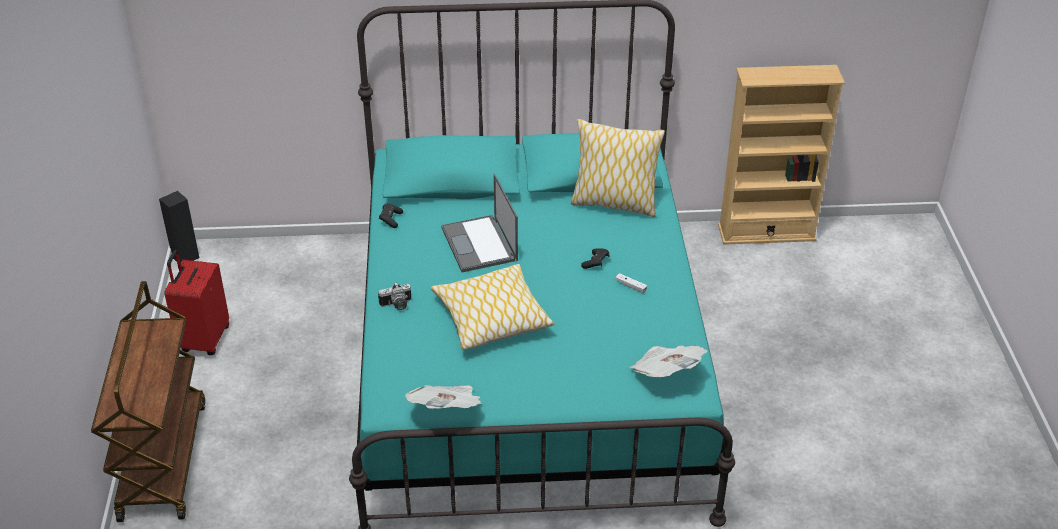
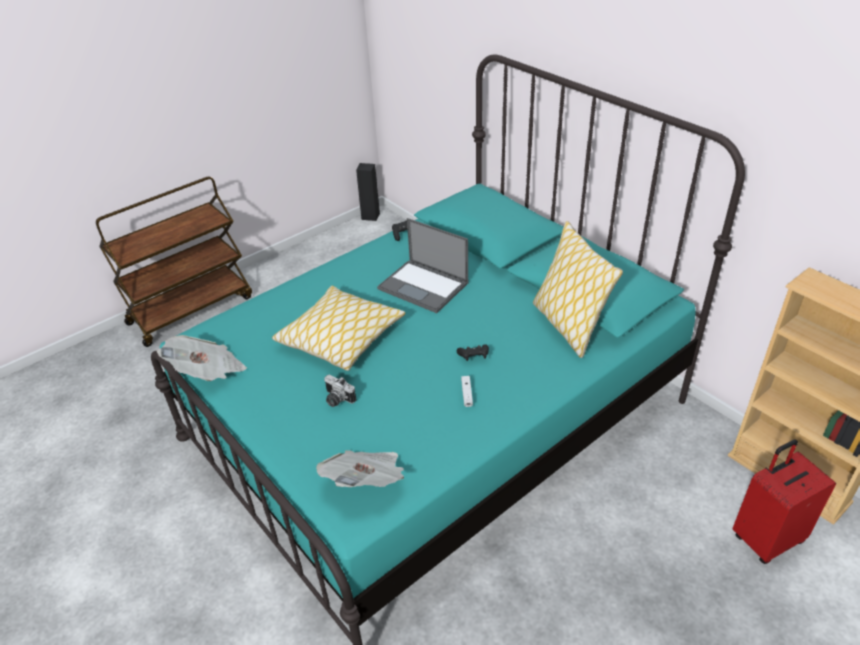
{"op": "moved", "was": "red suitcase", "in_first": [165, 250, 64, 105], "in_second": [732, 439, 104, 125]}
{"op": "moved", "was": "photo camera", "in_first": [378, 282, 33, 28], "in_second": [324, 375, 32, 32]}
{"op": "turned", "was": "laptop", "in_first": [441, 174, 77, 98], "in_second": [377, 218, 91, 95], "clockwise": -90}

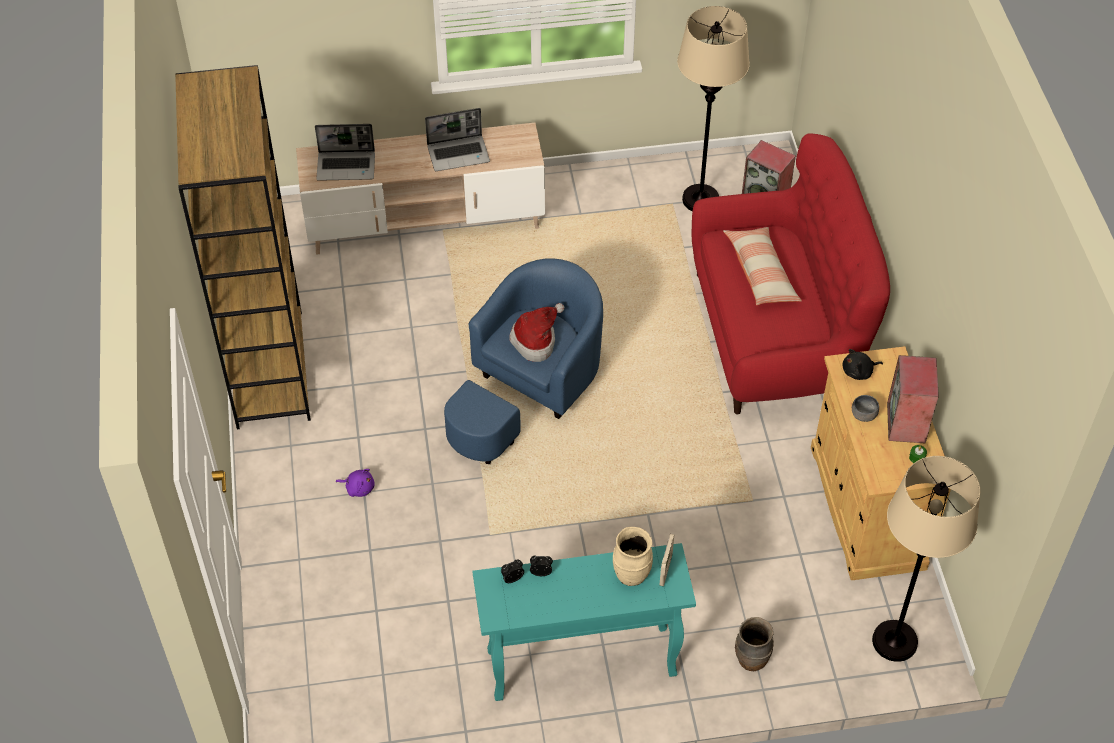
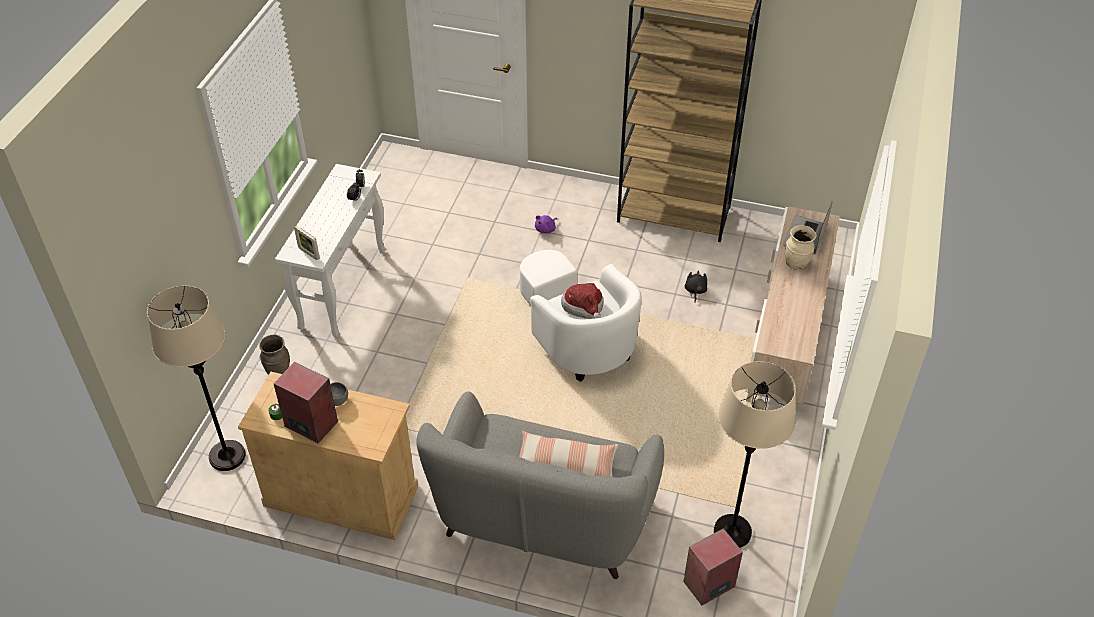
{"op": "removed", "was": "laptop", "in_first": [425, 108, 65, 63]}
{"op": "moved", "was": "beige vase", "in_first": [613, 527, 40, 59], "in_second": [785, 225, 31, 44]}
{"op": "moved", "was": "black-coloured plush toy", "in_first": [843, 349, 40, 31], "in_second": [685, 270, 22, 32]}
{"op": "recoloured", "was": "bluish armchair", "now": "whitish armchair", "in_first": [444, 258, 159, 206], "in_second": [520, 250, 122, 132]}
{"op": "recoloured", "was": "turquoise console table", "now": "whitish console table", "in_first": [472, 543, 224, 158], "in_second": [275, 164, 111, 173]}
{"op": "recoloured", "was": "red sofa", "now": "grey sofa", "in_first": [692, 134, 198, 280], "in_second": [416, 391, 248, 188]}

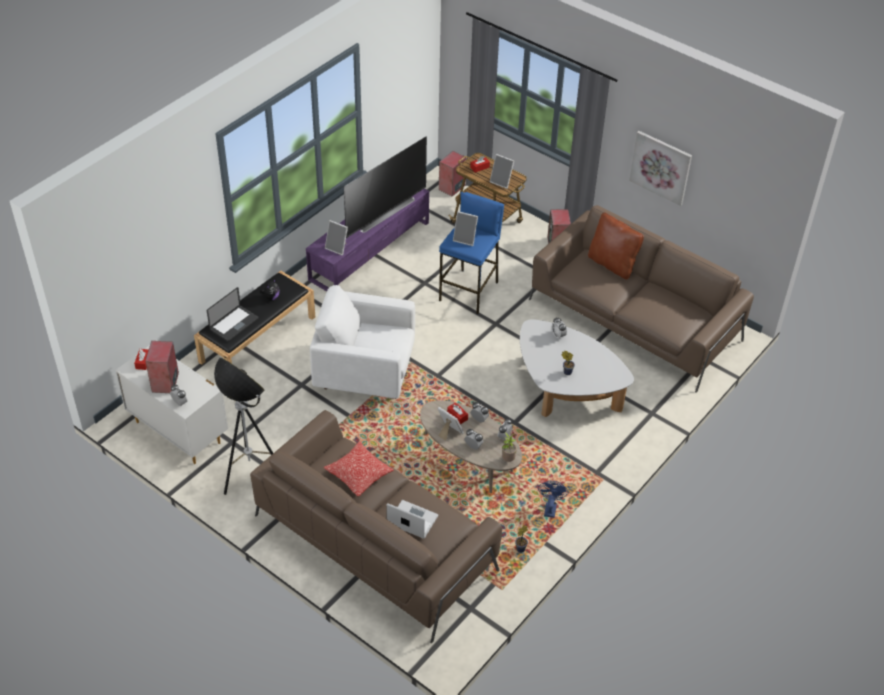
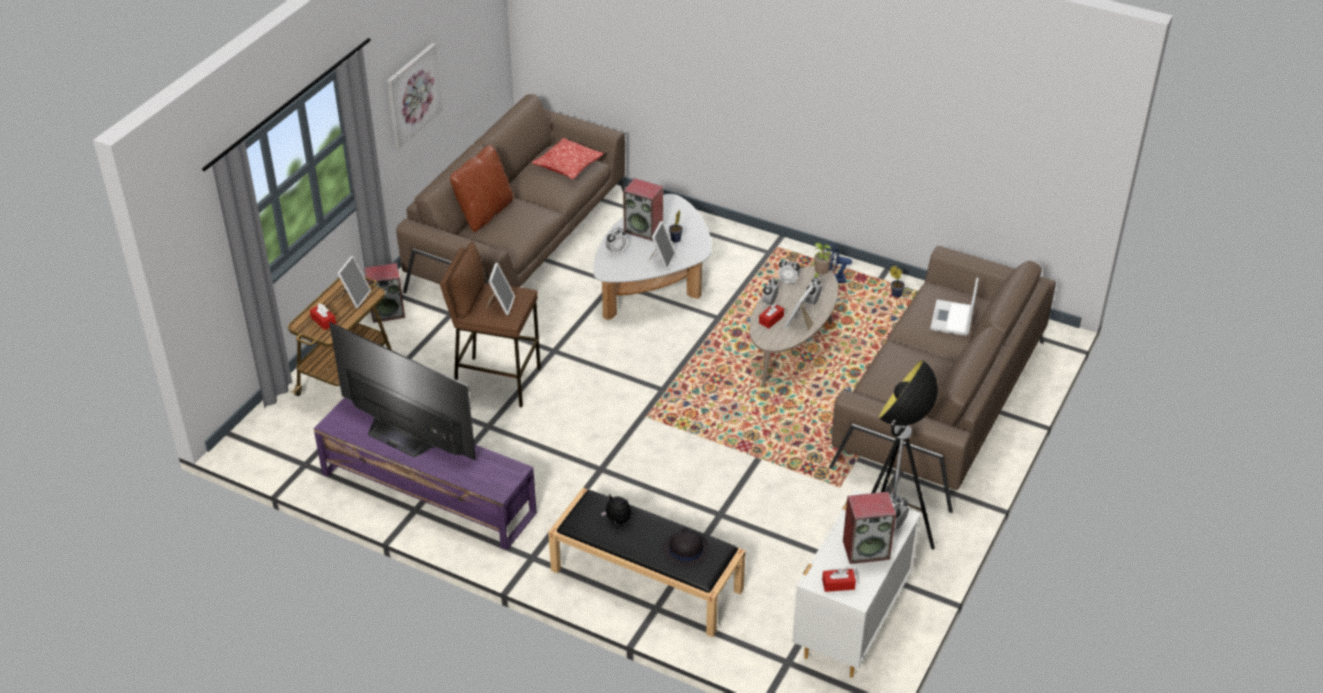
{"op": "removed", "was": "whitish armchair", "in_first": [310, 285, 105, 114]}
{"op": "moved", "was": "cushion", "in_first": [324, 442, 70, 54], "in_second": [532, 138, 72, 41]}
{"op": "moved", "was": "picture frame", "in_first": [325, 220, 23, 35], "in_second": [648, 221, 28, 50]}
{"op": "moved", "was": "audio speaker", "in_first": [439, 151, 28, 45], "in_second": [623, 178, 40, 63]}
{"op": "replaced", "was": "laptop", "now": "black-coloured hat", "in_first": [207, 287, 52, 55], "in_second": [662, 527, 48, 40]}
{"op": "recoloured", "was": "bluish stool seat", "now": "brown-coloured stool seat", "in_first": [439, 192, 65, 123], "in_second": [440, 242, 101, 165]}

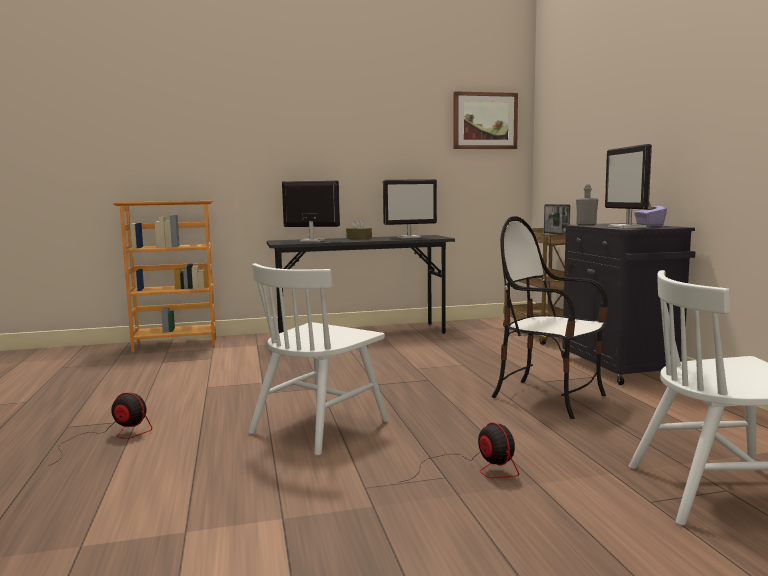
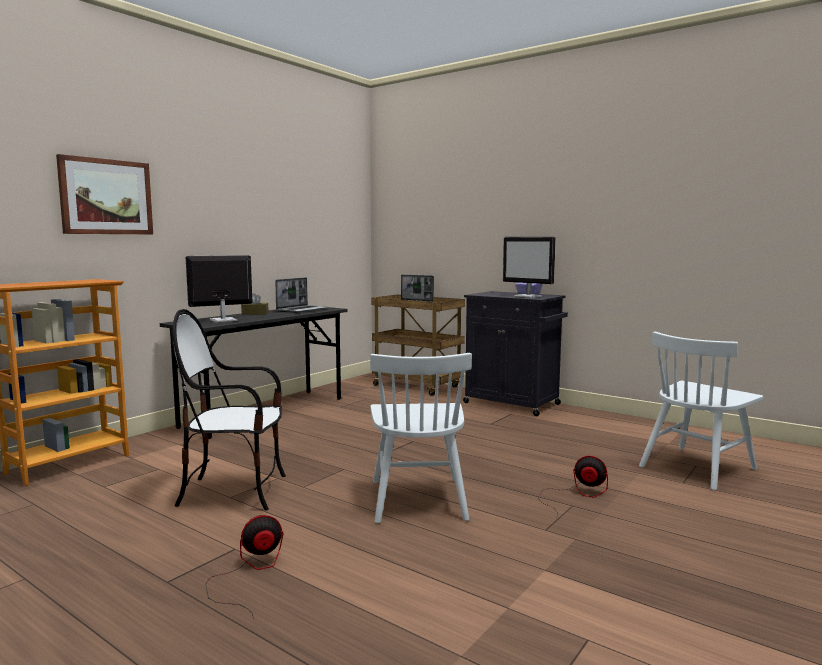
{"op": "removed", "was": "grey bottle", "in_first": [576, 185, 23, 40]}
{"op": "moved", "was": "wall art", "in_first": [454, 91, 64, 58], "in_second": [56, 154, 97, 80]}
{"op": "moved", "was": "upright chair", "in_first": [492, 216, 116, 203], "in_second": [170, 309, 116, 202]}
{"op": "replaced", "was": "monitor", "now": "laptop", "in_first": [383, 179, 54, 60], "in_second": [275, 277, 54, 36]}

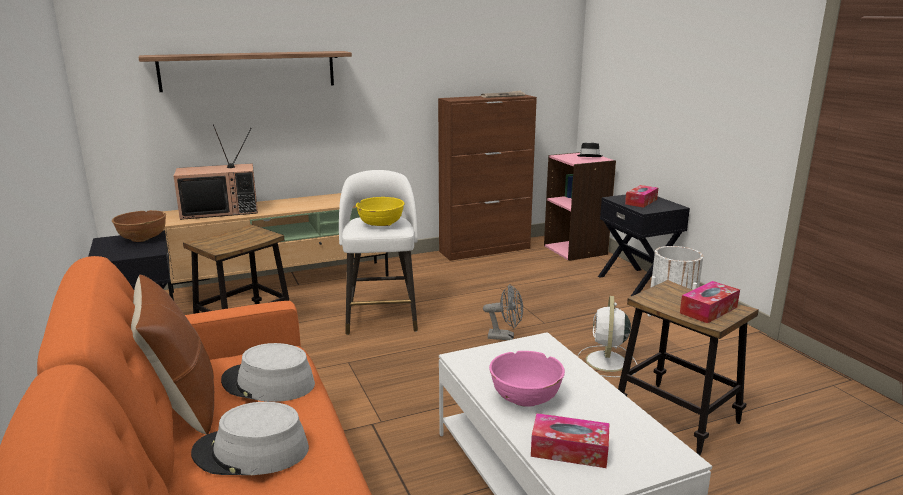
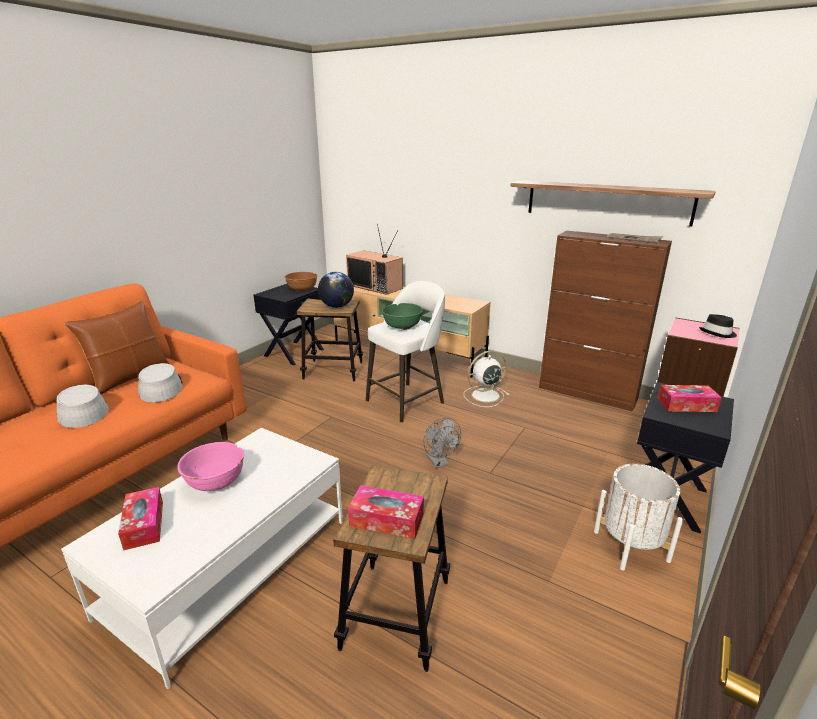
{"op": "added", "now": "world globe", "in_second": [318, 272, 36, 36]}
{"op": "moved", "was": "wall shelf", "in_first": [138, 51, 214, 41], "in_second": [510, 181, 206, 45]}
{"op": "moved", "was": "whitish fan", "in_first": [578, 296, 60, 81], "in_second": [464, 351, 45, 56]}
{"op": "recoloured", "was": "yellowish bowl", "now": "green-coloured bowl", "in_first": [356, 197, 48, 29], "in_second": [382, 303, 41, 27]}

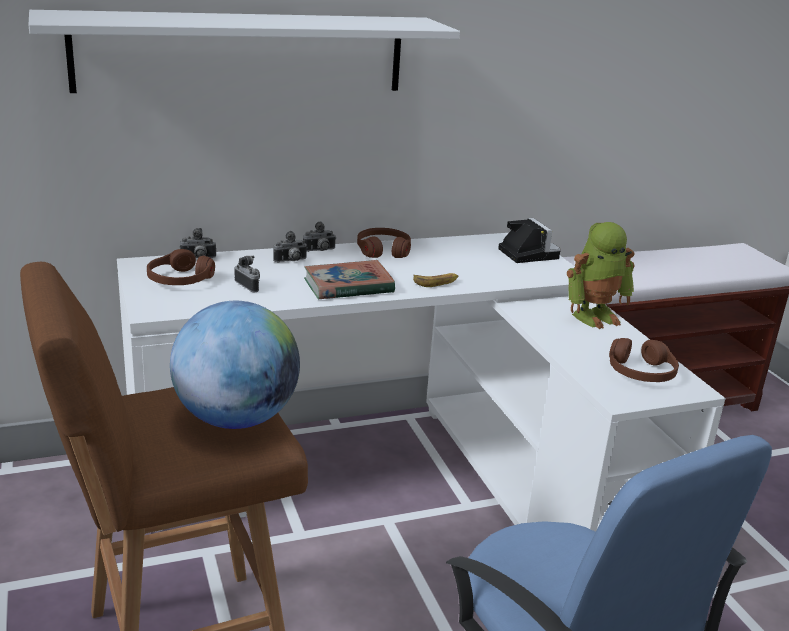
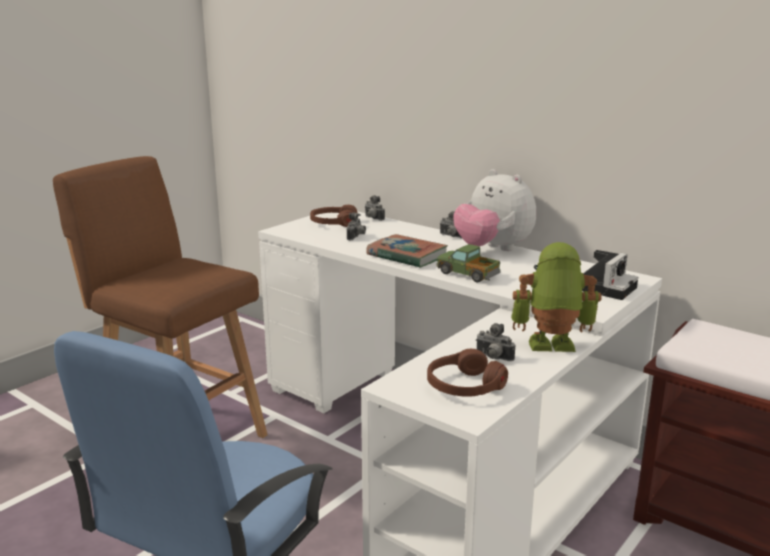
{"op": "removed", "was": "whitish wall shelf", "in_first": [28, 10, 432, 83]}
{"op": "removed", "was": "world globe", "in_first": [170, 301, 130, 128]}
{"op": "moved", "was": "photo camera", "in_first": [273, 231, 35, 31], "in_second": [476, 323, 39, 38]}
{"op": "replaced", "was": "brown-coloured pair of headphones", "now": "plush toy", "in_first": [357, 228, 54, 30], "in_second": [453, 169, 83, 82]}
{"op": "replaced", "was": "banana", "now": "toy lorry", "in_first": [413, 273, 46, 14], "in_second": [436, 244, 65, 39]}
{"op": "turned", "was": "toy robot", "in_first": [567, 222, 67, 107], "in_second": [511, 242, 91, 110], "clockwise": 150}

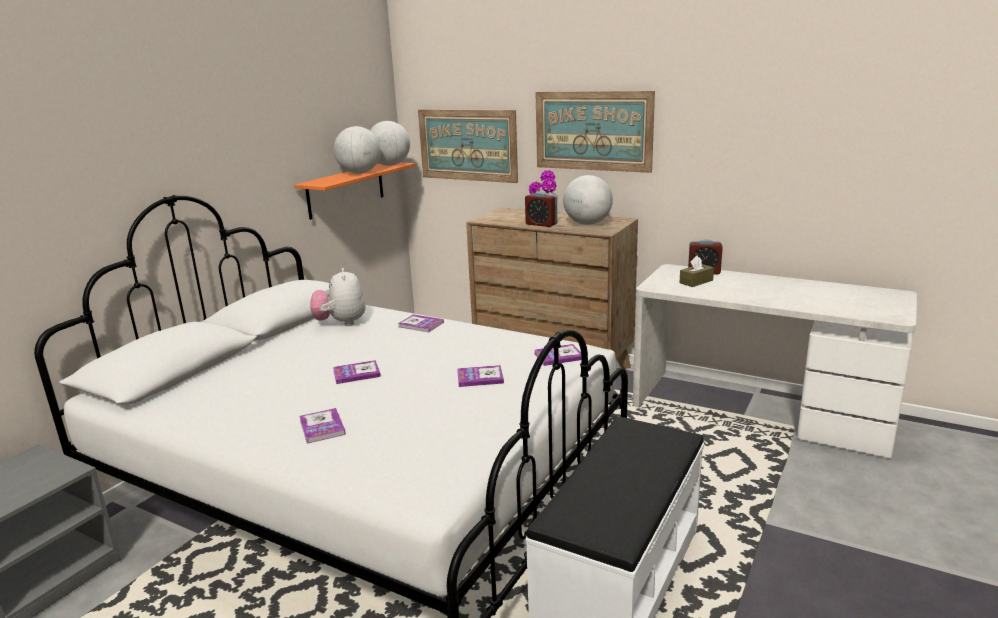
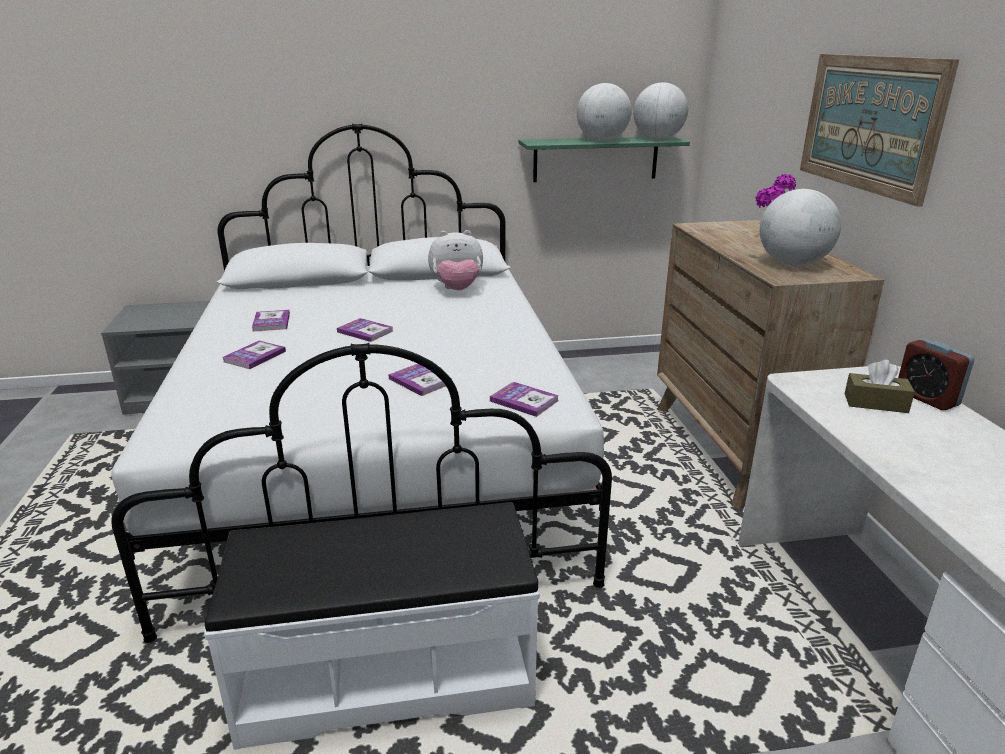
{"op": "removed", "was": "wall art", "in_first": [418, 109, 100, 74]}
{"op": "removed", "was": "bedside clock", "in_first": [525, 192, 32, 35]}
{"op": "moved", "was": "bound book", "in_first": [398, 314, 46, 18], "in_second": [252, 310, 38, 22]}
{"op": "recoloured", "was": "orangey wall shelf", "now": "green-coloured wall shelf", "in_first": [294, 162, 122, 58], "in_second": [519, 136, 171, 46]}
{"op": "turned", "was": "plush toy", "in_first": [310, 268, 56, 58], "in_second": [428, 230, 55, 60], "clockwise": -135}

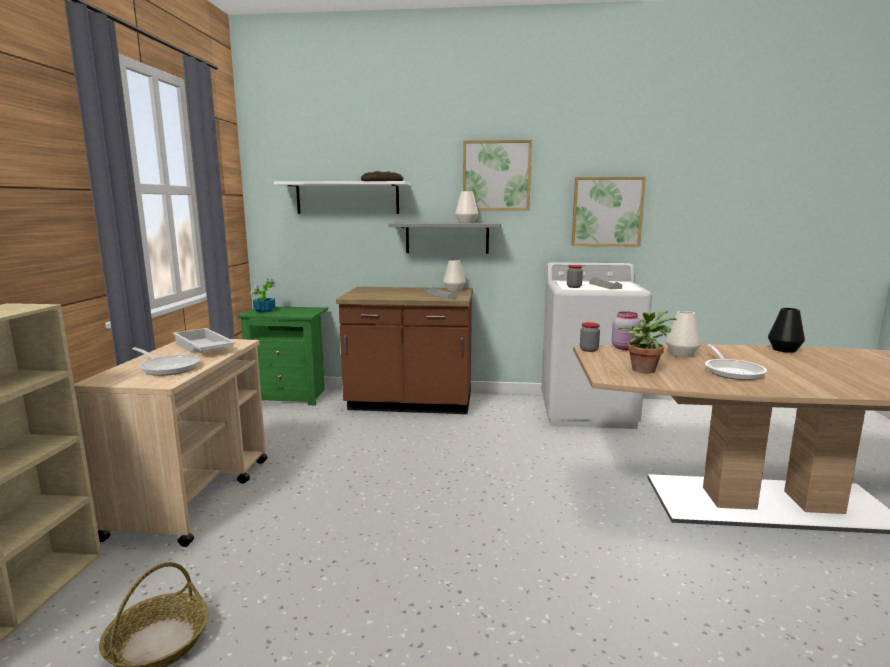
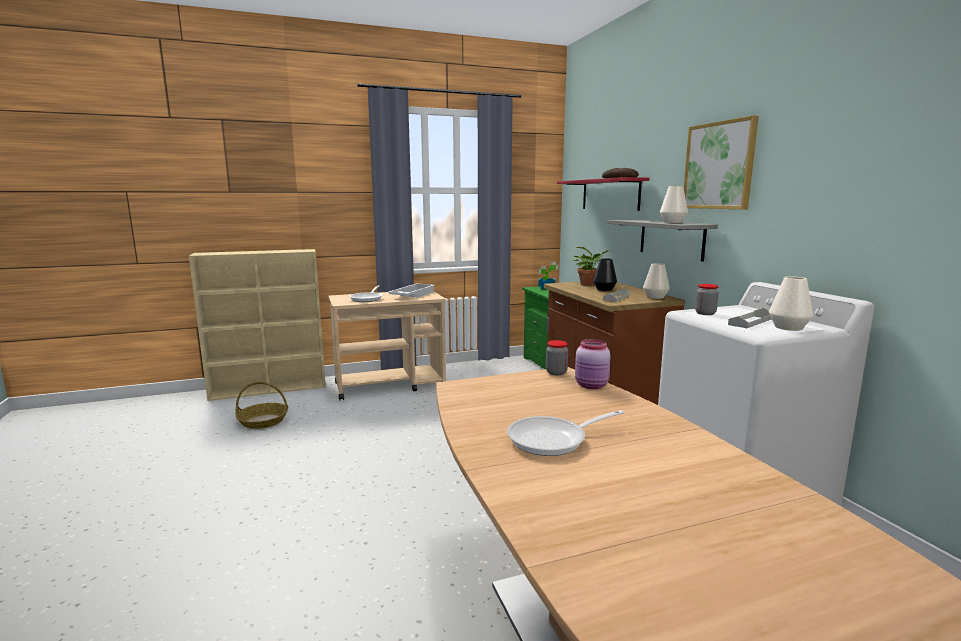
{"op": "removed", "was": "wall art", "in_first": [571, 177, 75, 69]}
{"op": "moved", "was": "plant in a pot", "in_first": [618, 310, 58, 63], "in_second": [572, 247, 39, 39]}
{"op": "moved", "was": "whitish vase", "in_first": [665, 311, 36, 46], "in_second": [769, 276, 44, 55]}
{"op": "moved", "was": "black-coloured vase", "in_first": [768, 308, 37, 45], "in_second": [593, 258, 24, 33]}
{"op": "recoloured", "was": "whitish wall shelf", "now": "red wall shelf", "in_first": [274, 181, 136, 33], "in_second": [557, 177, 92, 34]}

